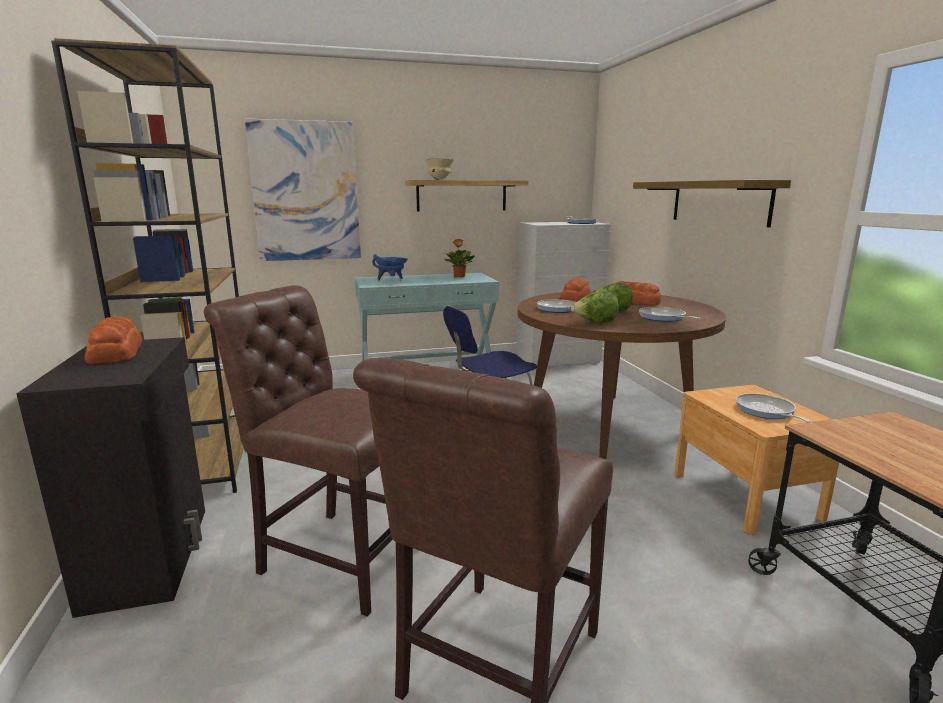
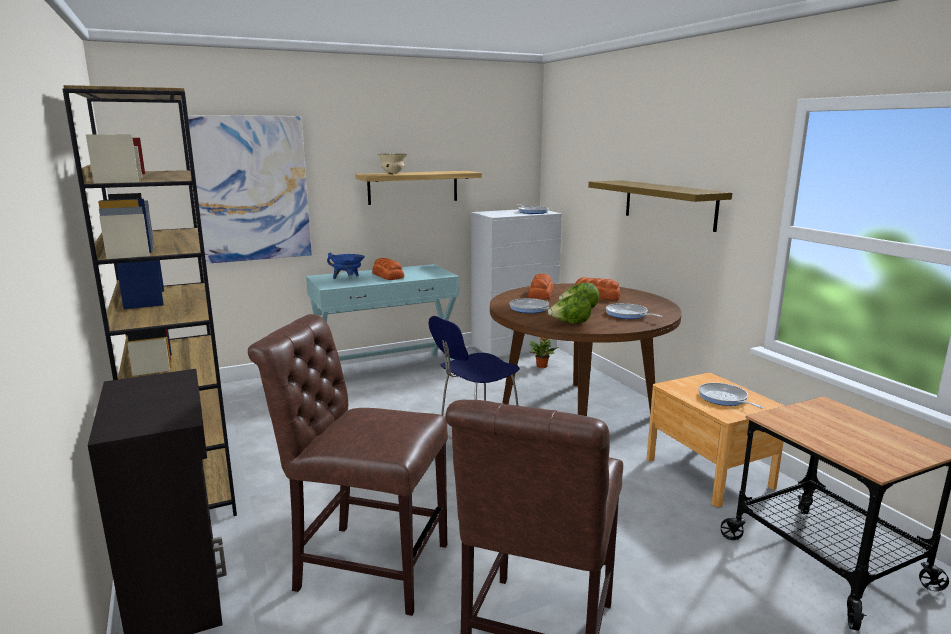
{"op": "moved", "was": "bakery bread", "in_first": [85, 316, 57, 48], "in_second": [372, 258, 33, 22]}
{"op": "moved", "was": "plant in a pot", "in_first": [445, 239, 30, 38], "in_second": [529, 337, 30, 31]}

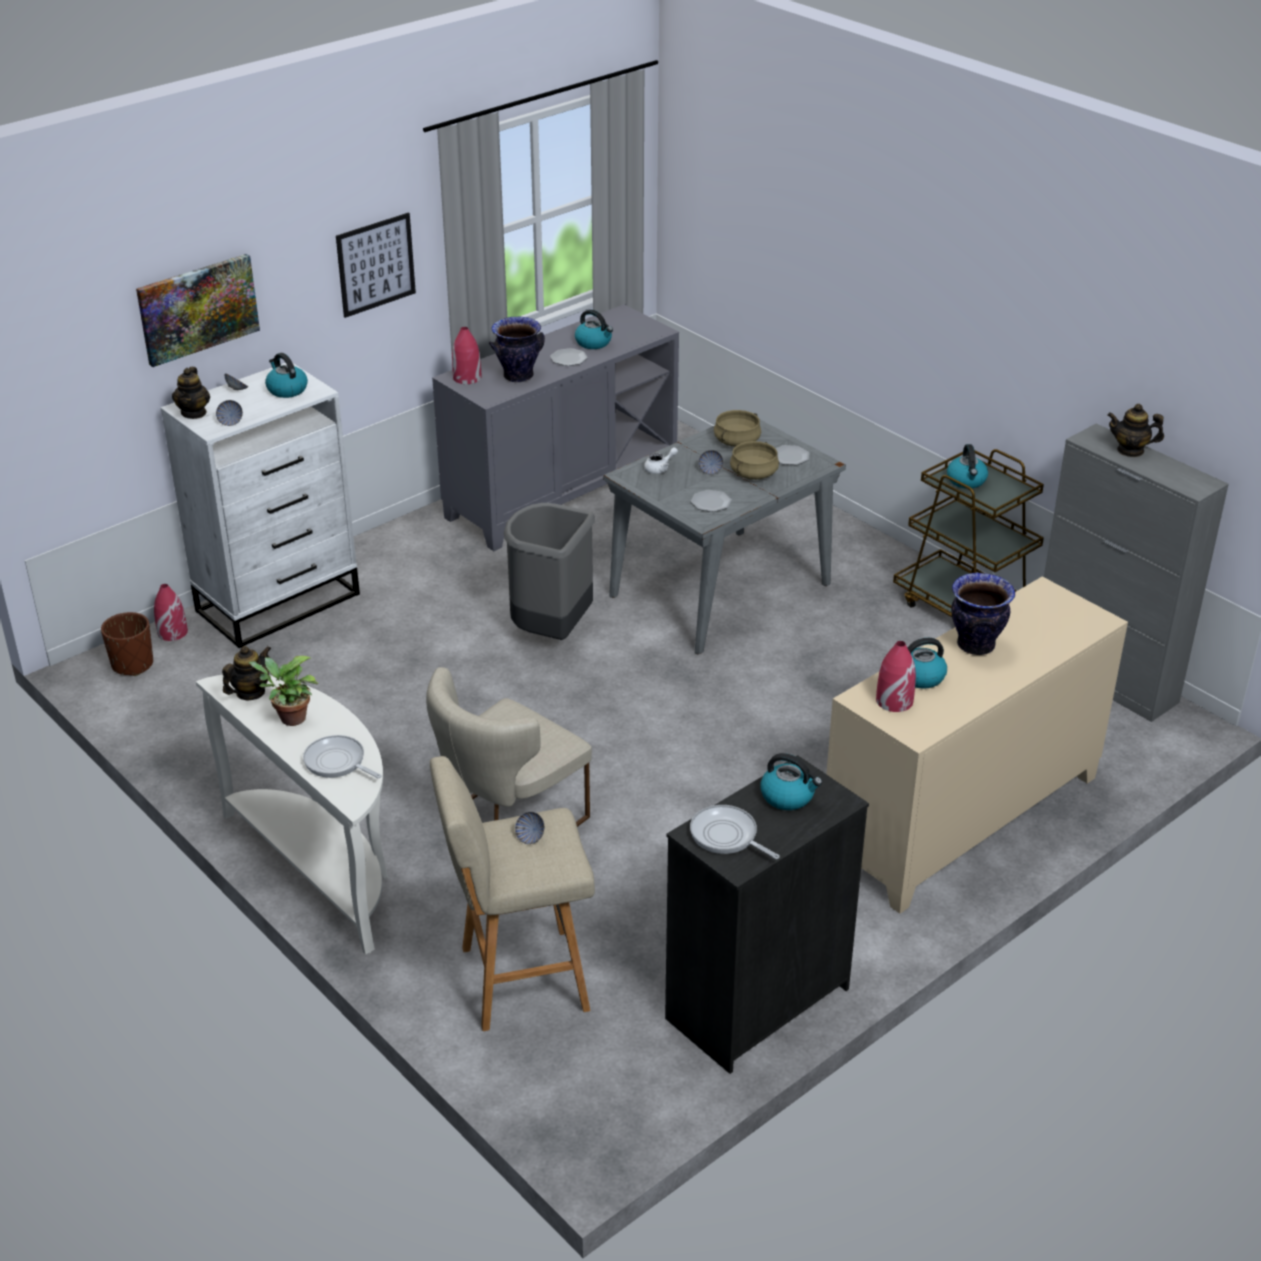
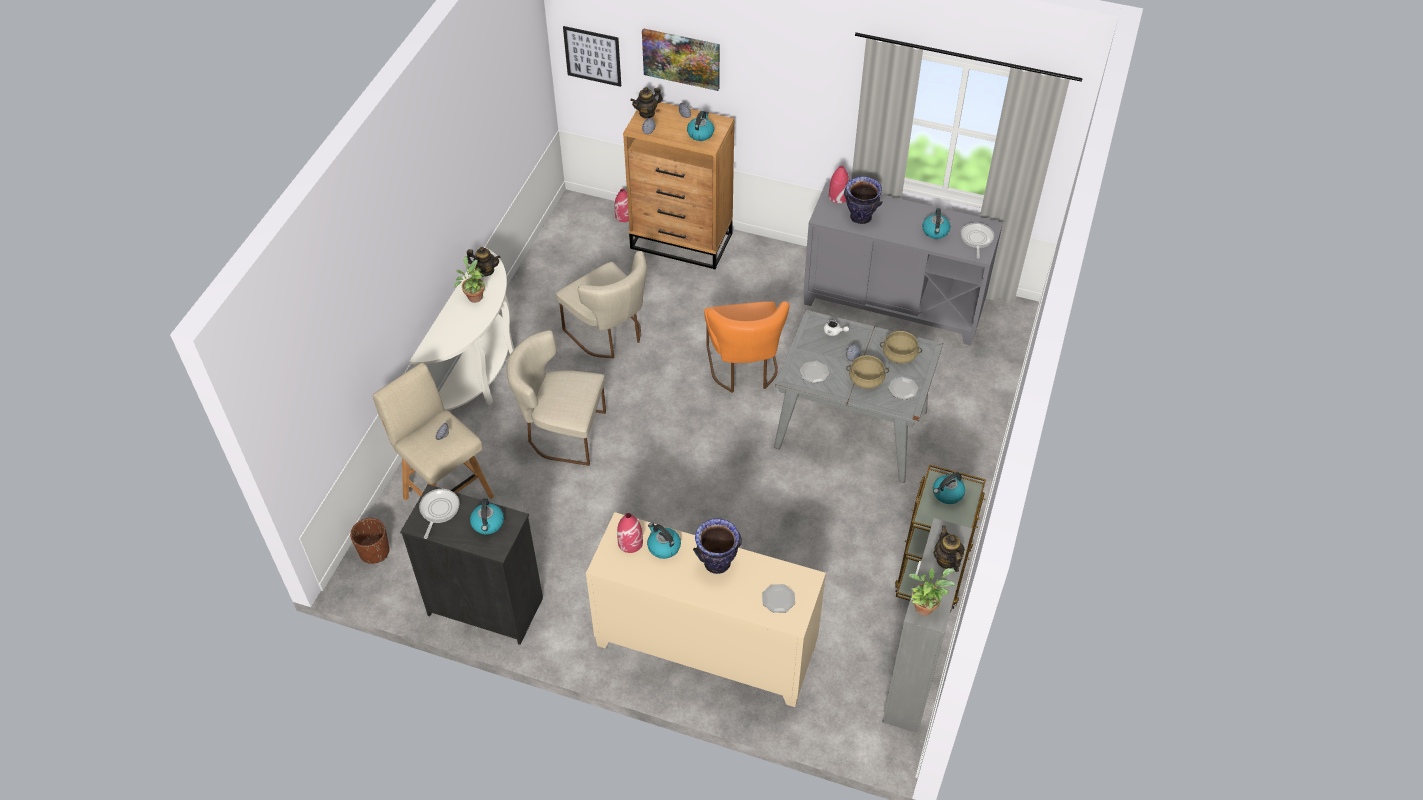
{"op": "added", "now": "beige upright chair", "in_second": [556, 251, 91, 107]}
{"op": "added", "now": "plant in a pot", "in_second": [909, 568, 46, 48]}
{"op": "moved", "was": "brown-coloured planter", "in_first": [101, 612, 52, 64], "in_second": [350, 518, 40, 46]}
{"op": "moved", "was": "skillet", "in_first": [303, 735, 79, 43], "in_second": [961, 223, 33, 36]}
{"op": "moved", "was": "wall art", "in_first": [336, 213, 80, 105], "in_second": [563, 26, 58, 61]}
{"op": "moved", "was": "flat dish", "in_first": [550, 348, 38, 18], "in_second": [762, 584, 33, 29]}
{"op": "replaced", "was": "grey rubbish bin", "now": "orangey upright chair", "in_first": [504, 503, 91, 137], "in_second": [704, 301, 85, 92]}
{"op": "recoloured", "was": "whitish drawer chest", "now": "brown-coloured drawer chest", "in_first": [161, 363, 199, 285], "in_second": [623, 102, 111, 167]}

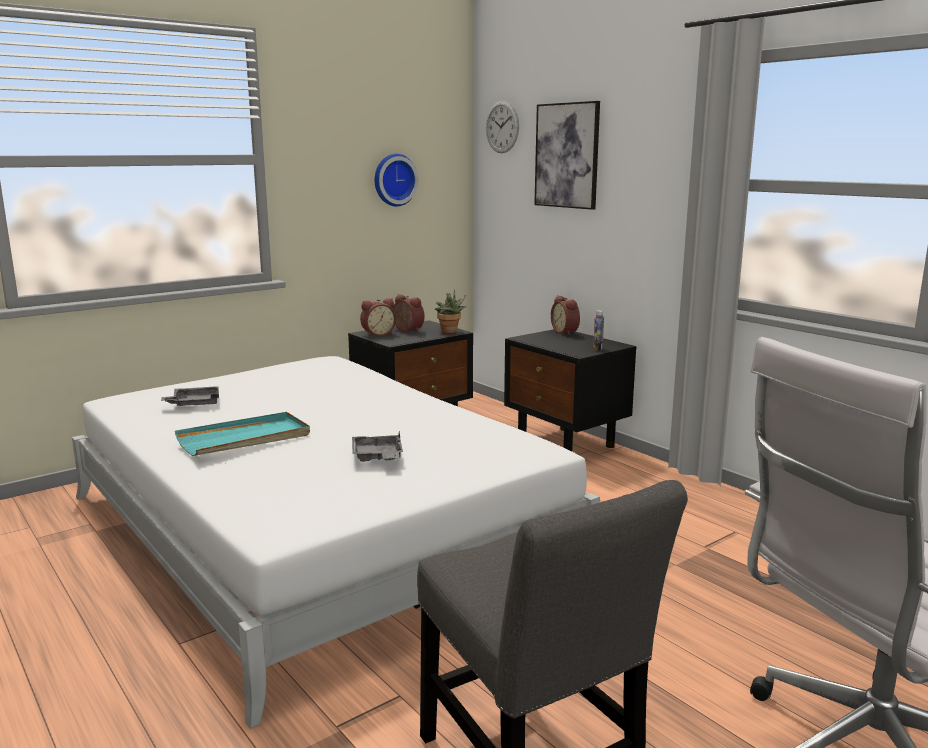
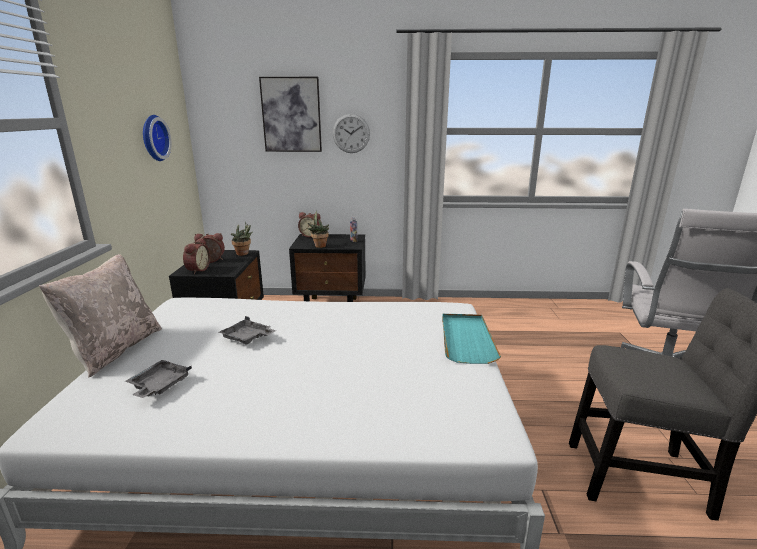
{"op": "added", "now": "beige cushion", "in_second": [39, 254, 123, 123]}
{"op": "added", "now": "plant in a pot", "in_second": [307, 211, 22, 37]}
{"op": "moved", "was": "turquoise serving tray", "in_first": [175, 412, 135, 44], "in_second": [442, 314, 59, 50]}
{"op": "moved", "was": "grey serving tray", "in_first": [352, 431, 51, 31], "in_second": [219, 316, 57, 29]}
{"op": "moved", "was": "hanging clock", "in_first": [486, 101, 33, 52], "in_second": [332, 114, 38, 39]}

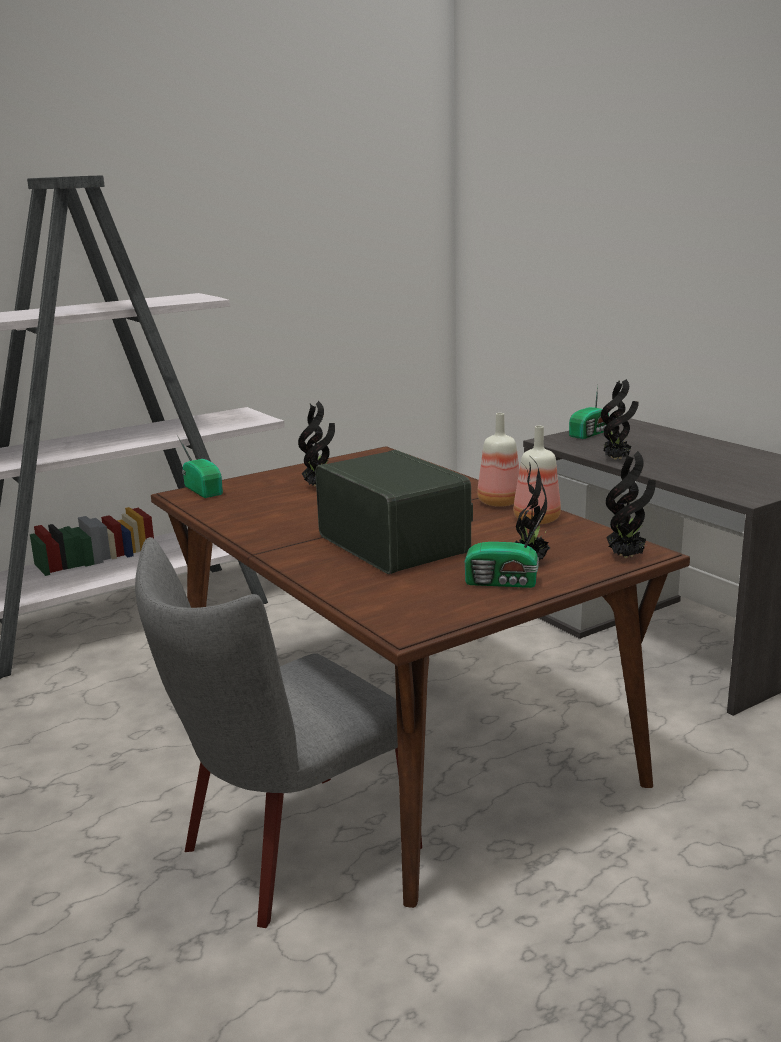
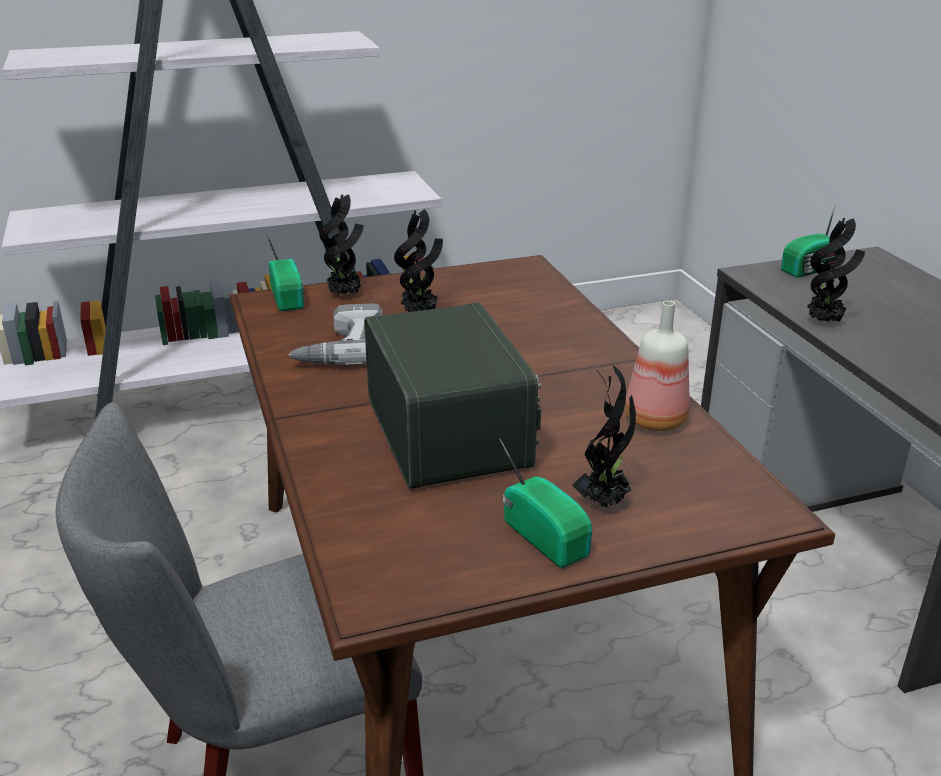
{"op": "removed", "was": "bottle", "in_first": [477, 413, 43, 94]}
{"op": "added", "now": "power drill", "in_second": [288, 303, 95, 62]}
{"op": "moved", "was": "plant in a pot", "in_first": [606, 451, 50, 107], "in_second": [319, 194, 45, 102]}
{"op": "turned", "was": "radio", "in_first": [465, 512, 79, 76], "in_second": [499, 438, 93, 130], "clockwise": -150}

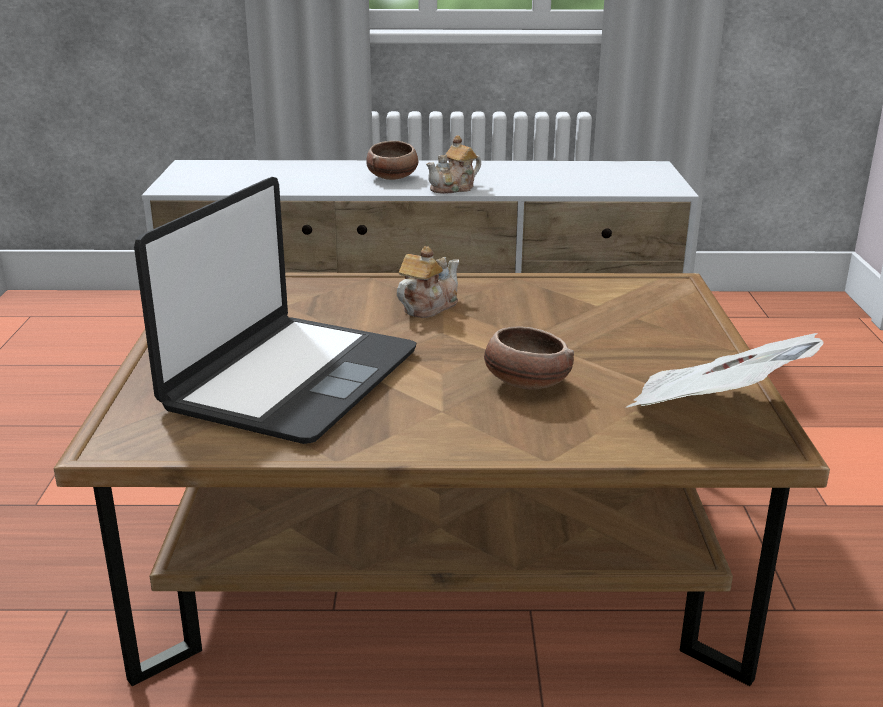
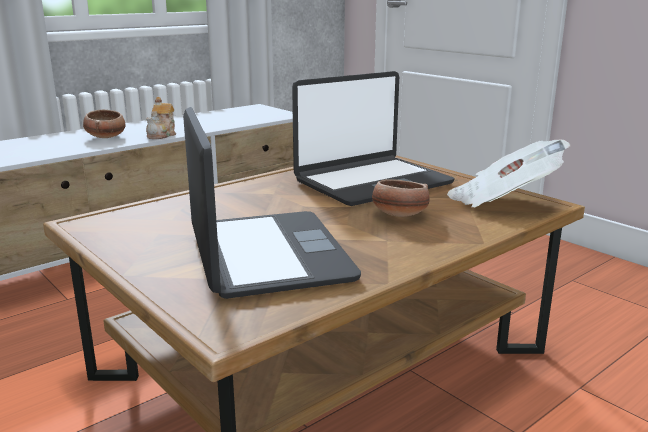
{"op": "removed", "was": "tea pot", "in_first": [397, 246, 62, 72]}
{"op": "added", "now": "laptop", "in_second": [292, 71, 163, 135]}

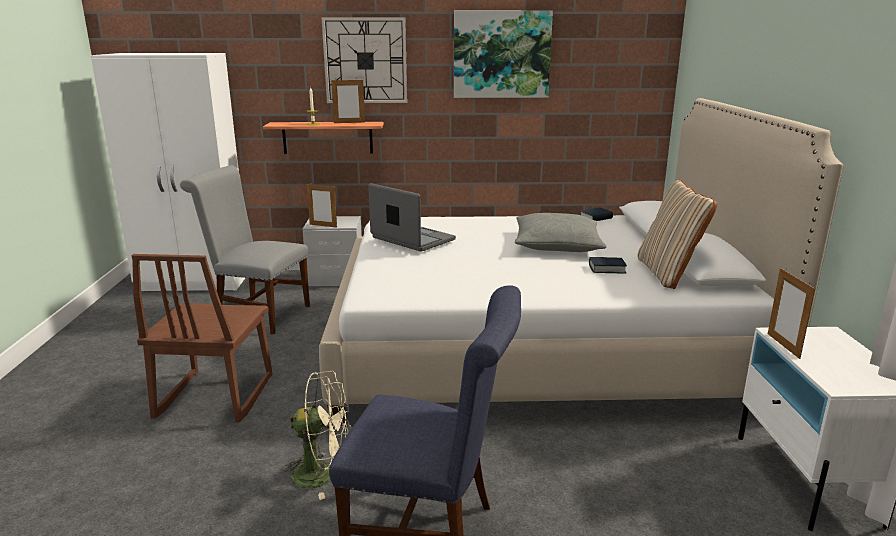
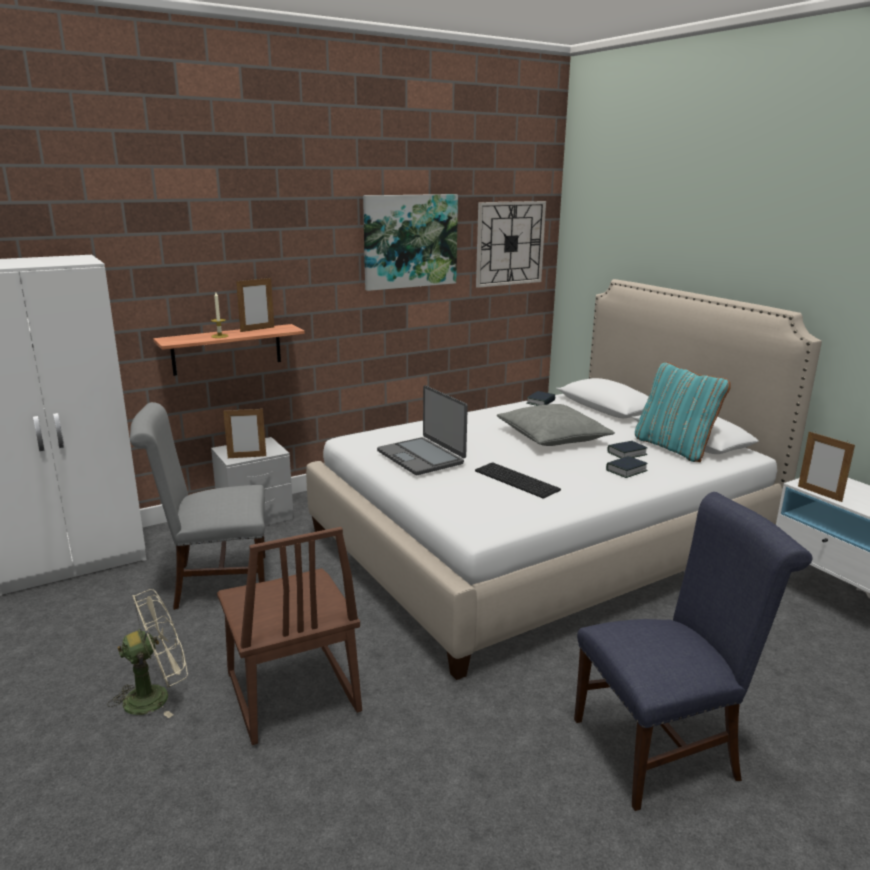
{"op": "added", "now": "keyboard", "in_second": [475, 462, 86, 37]}
{"op": "added", "now": "bound book", "in_second": [606, 456, 42, 22]}
{"op": "moved", "was": "beige fan", "in_first": [281, 371, 70, 129], "in_second": [107, 589, 81, 129]}
{"op": "moved", "was": "hanging clock", "in_first": [321, 17, 86, 86], "in_second": [476, 201, 70, 87]}
{"op": "recoloured", "was": "beige cushion", "now": "turquoise cushion", "in_first": [637, 180, 80, 109], "in_second": [635, 362, 96, 100]}
{"op": "turned", "was": "laptop", "in_first": [368, 183, 88, 69], "in_second": [377, 385, 91, 90], "clockwise": -135}

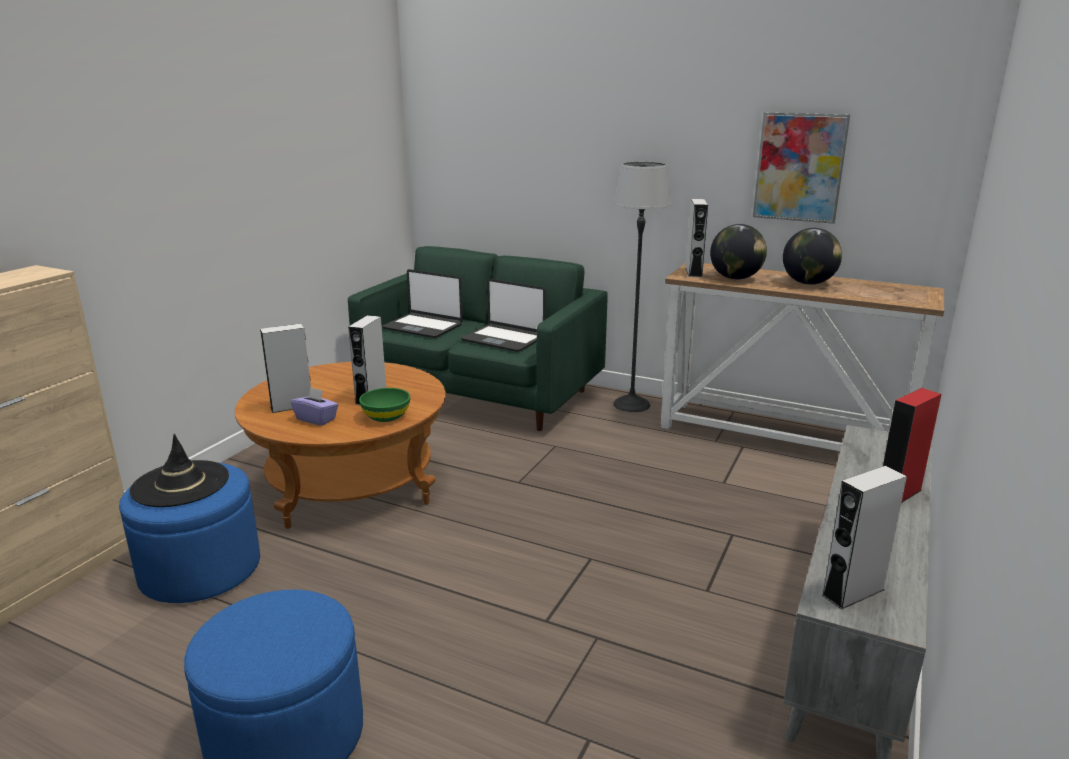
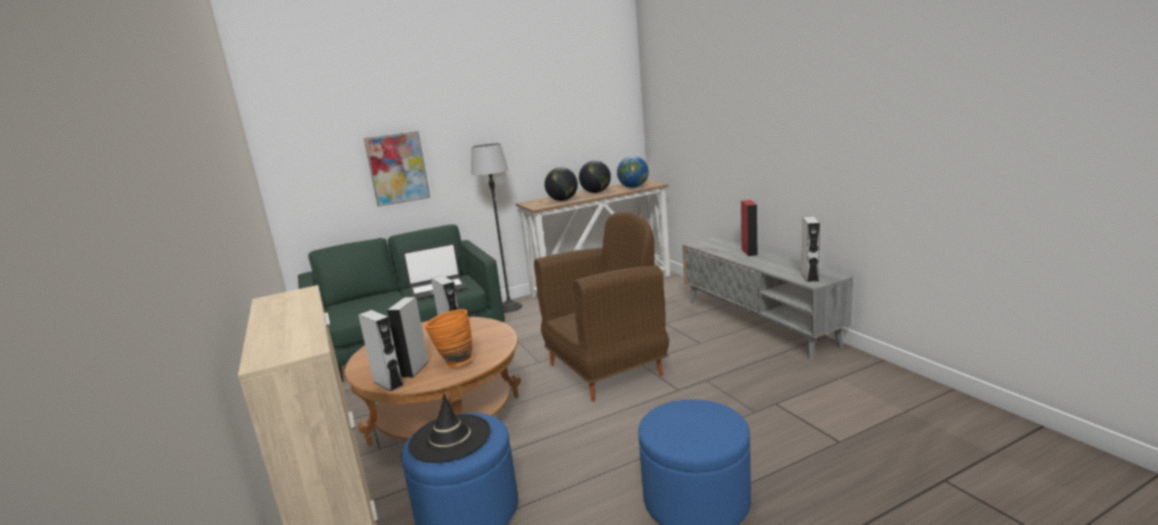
{"op": "removed", "was": "green-coloured bowl", "in_first": [359, 388, 51, 34]}
{"op": "removed", "was": "laptop", "in_first": [382, 269, 81, 69]}
{"op": "added", "now": "brown-coloured armchair", "in_second": [534, 212, 135, 189]}
{"op": "added", "now": "world globe", "in_second": [617, 156, 32, 32]}
{"op": "moved", "was": "grey audio speaker", "in_first": [685, 199, 23, 78], "in_second": [358, 310, 46, 81]}
{"op": "moved", "was": "wall art", "in_first": [753, 112, 97, 112], "in_second": [364, 131, 66, 76]}
{"op": "replaced", "was": "purple box of tissues", "now": "orangey vase", "in_first": [291, 387, 47, 39], "in_second": [424, 309, 48, 59]}

